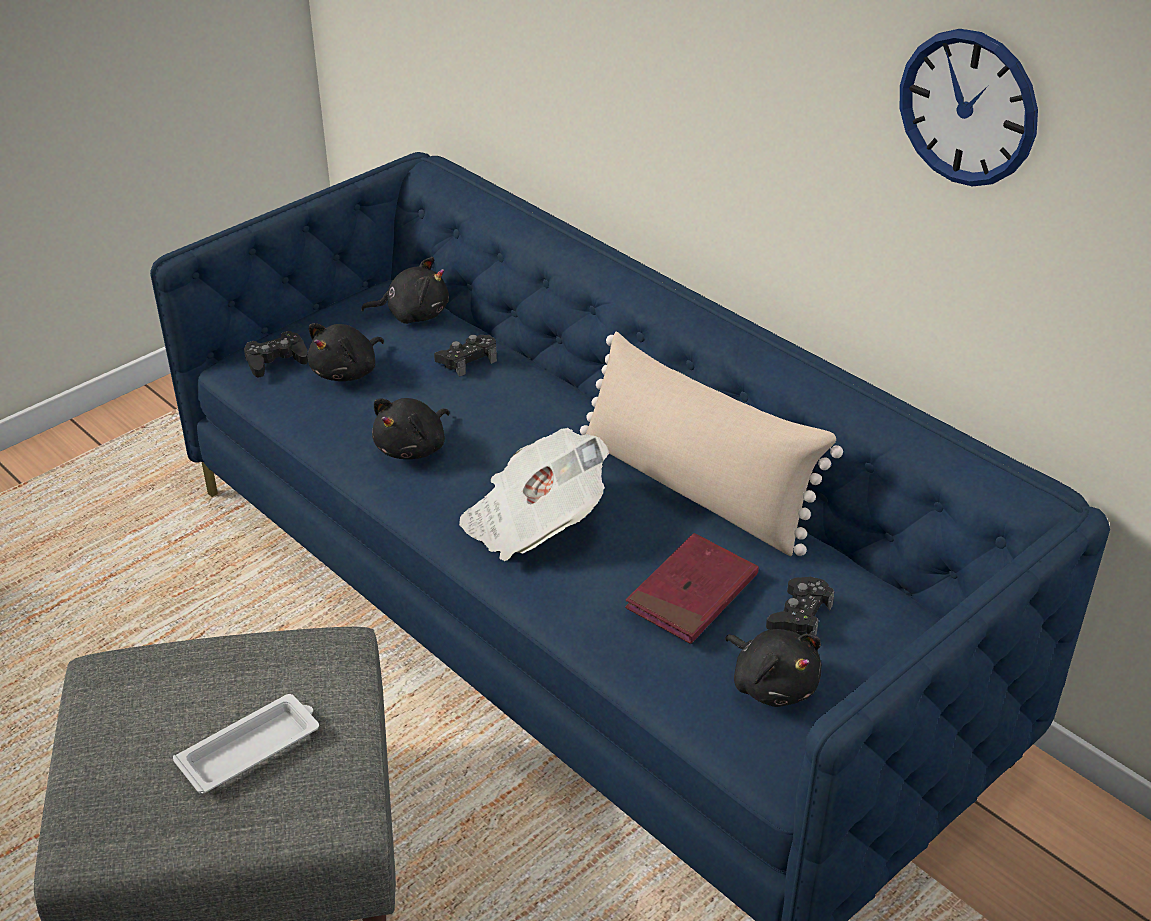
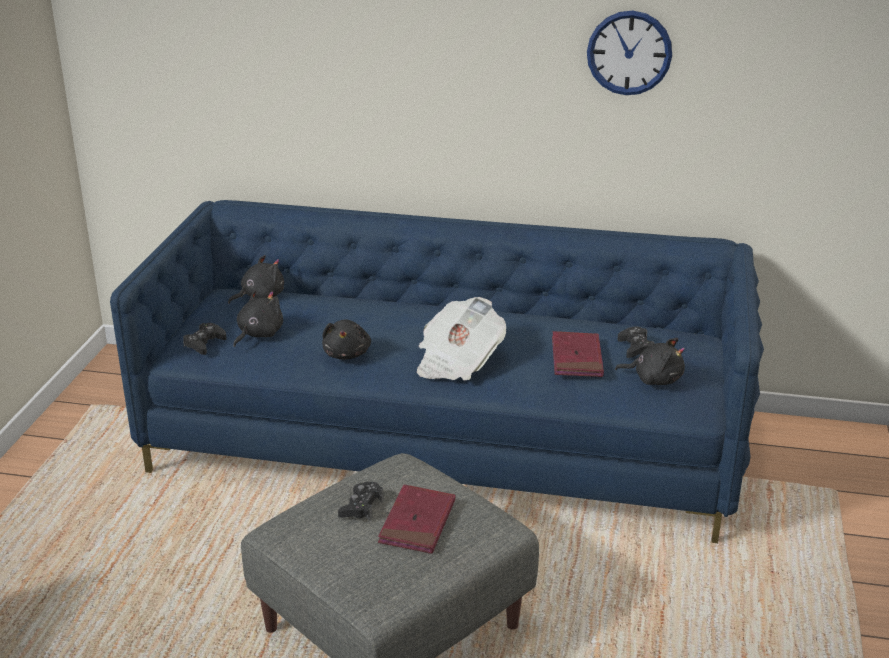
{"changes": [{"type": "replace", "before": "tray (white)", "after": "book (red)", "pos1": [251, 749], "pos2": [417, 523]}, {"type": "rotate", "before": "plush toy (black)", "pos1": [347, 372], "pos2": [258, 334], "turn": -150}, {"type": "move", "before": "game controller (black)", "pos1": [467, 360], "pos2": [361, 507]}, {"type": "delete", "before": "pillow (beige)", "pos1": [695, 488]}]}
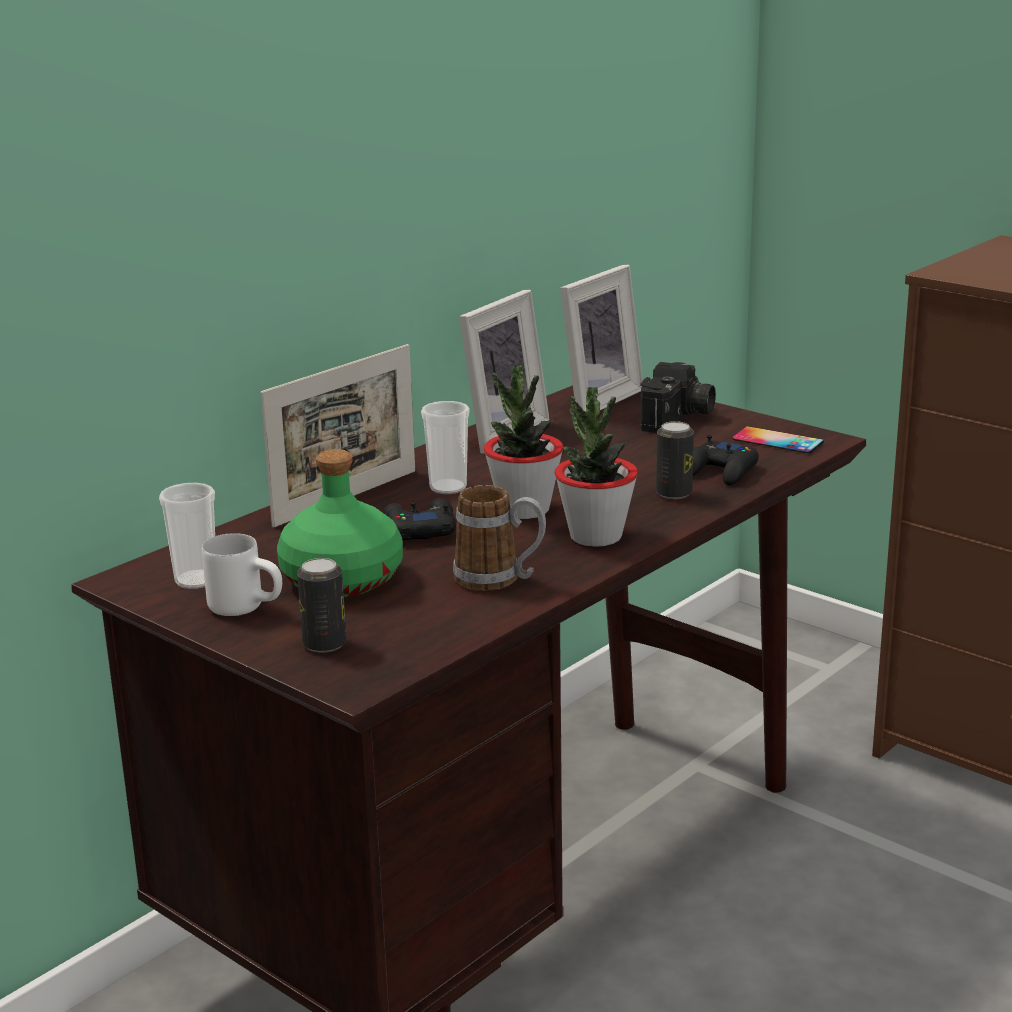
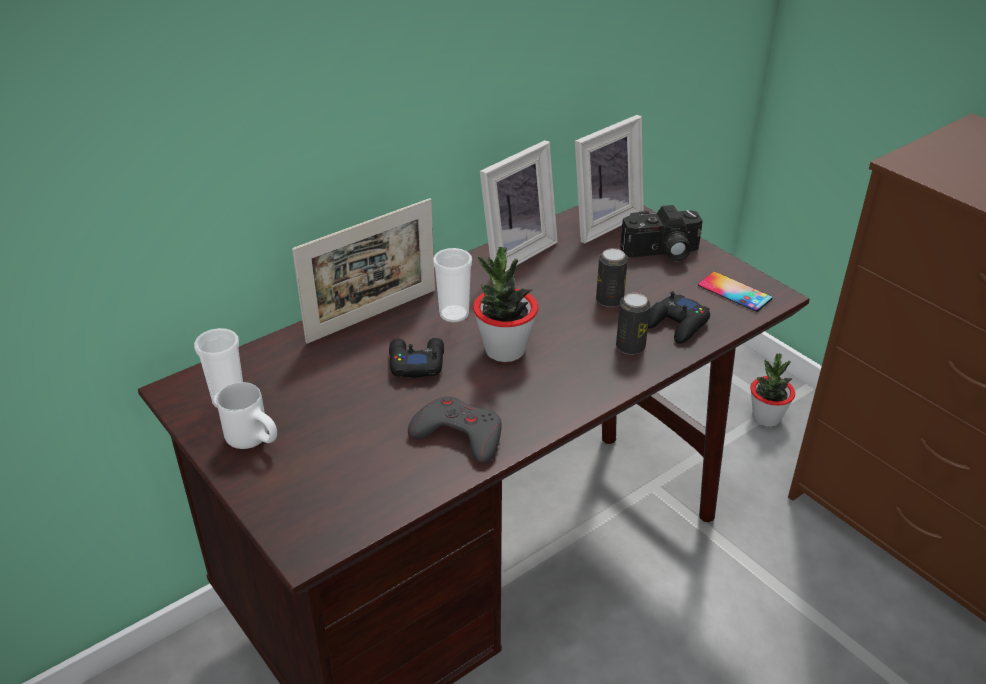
{"changes": [{"type": "delete", "before": "bottle (green)", "pos1": [343, 579]}, {"type": "move", "before": "can", "pos1": [324, 644], "pos2": [609, 300]}, {"type": "replace", "before": "mug", "after": "game controller (grey)", "pos1": [499, 579], "pos2": [459, 435]}, {"type": "move", "before": "potted plant", "pos1": [595, 537], "pos2": [766, 418]}, {"type": "rotate", "before": "photo camera", "pos1": [678, 418], "pos2": [661, 253], "turn": 45}]}
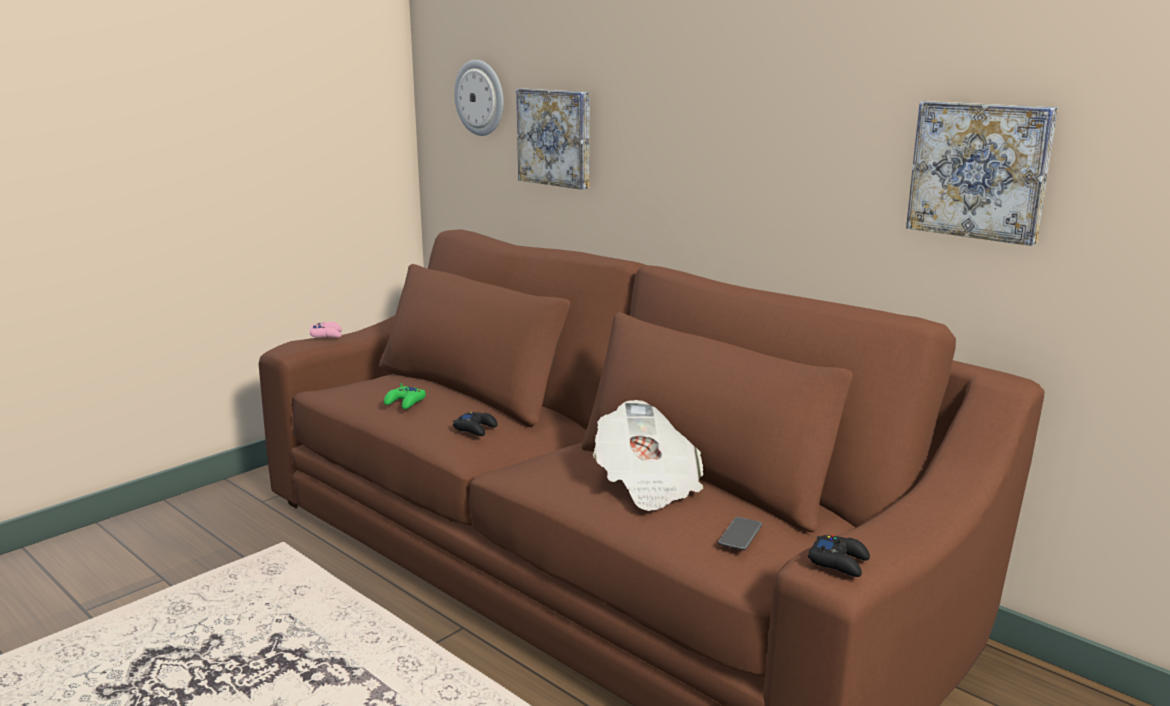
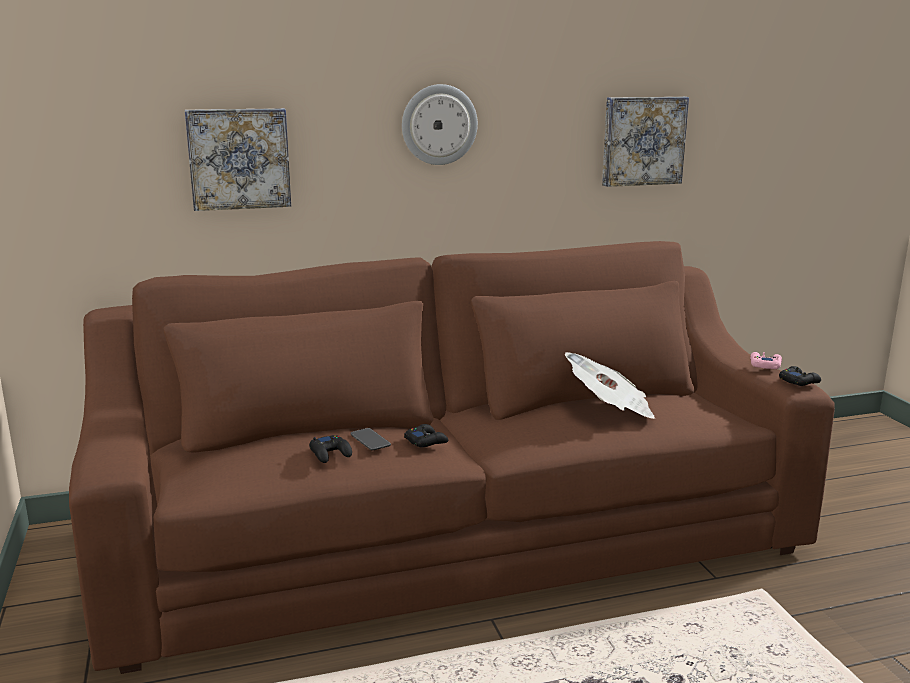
{"changes": [{"type": "move", "before": "game controller (pink)", "pos1": [326, 335], "pos2": [764, 365]}, {"type": "recolor", "before": "game controller (green)", "after": "game controller (black)", "pos1": [405, 402], "pos2": [330, 453]}, {"type": "move", "before": "wall clock", "pos1": [480, 98], "pos2": [439, 125]}, {"type": "move", "before": "phone", "pos1": [740, 535], "pos2": [370, 440]}]}
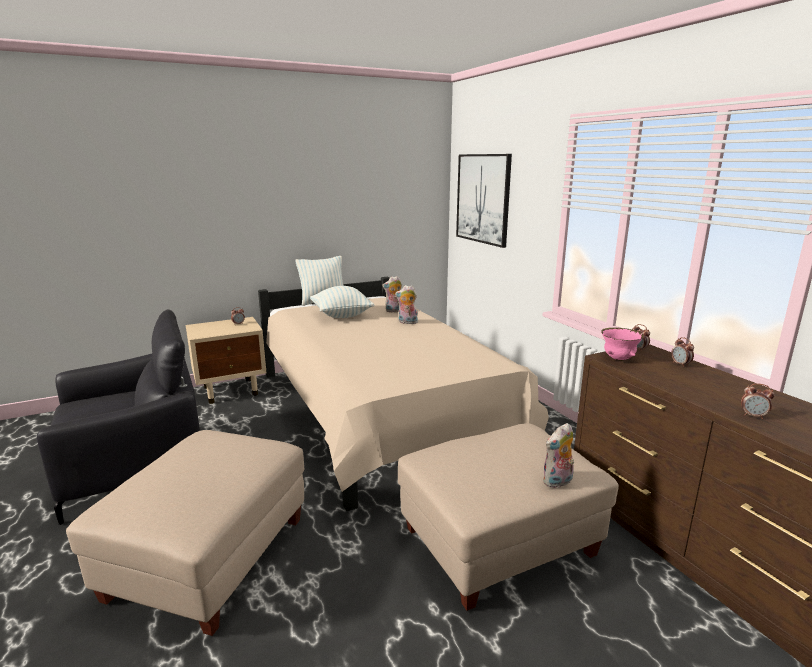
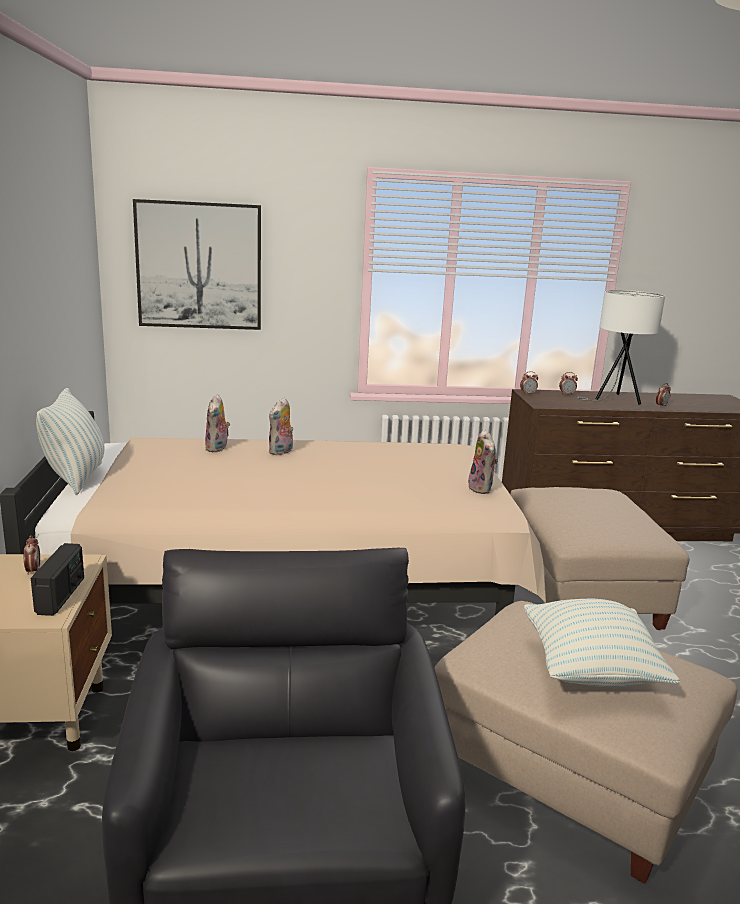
{"changes": [{"type": "move", "before": "pillow", "pos1": [341, 315], "pos2": [590, 671]}, {"type": "move", "before": "plush toy", "pos1": [557, 482], "pos2": [482, 489]}, {"type": "delete", "before": "bowl (pink)", "pos1": [618, 359]}, {"type": "insert", "after": "radio", "pos2": [61, 596]}, {"type": "insert", "after": "table lamp (white)", "pos2": [614, 400]}]}
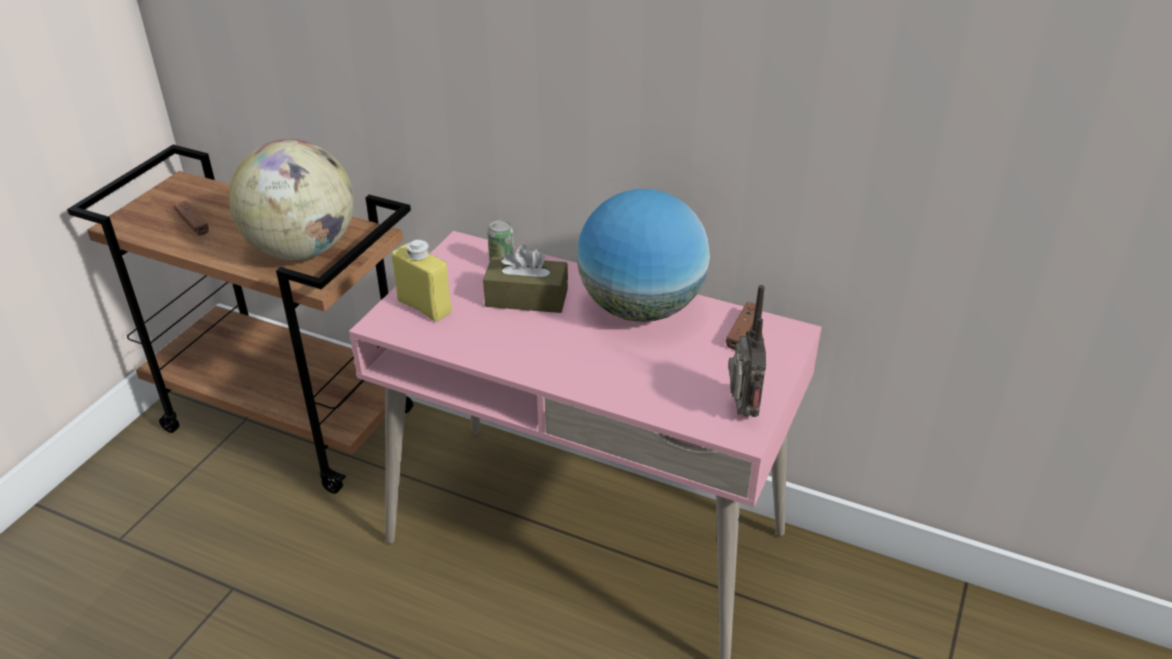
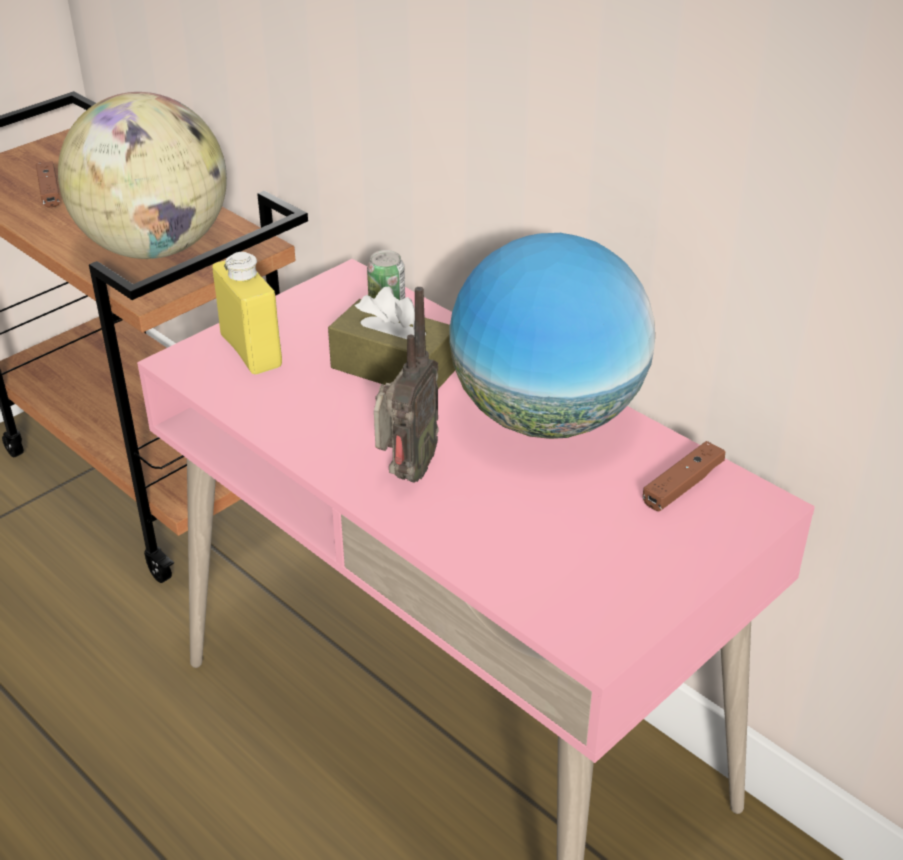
{"changes": [{"type": "move", "before": "radio", "pos1": [741, 412], "pos2": [406, 473]}]}
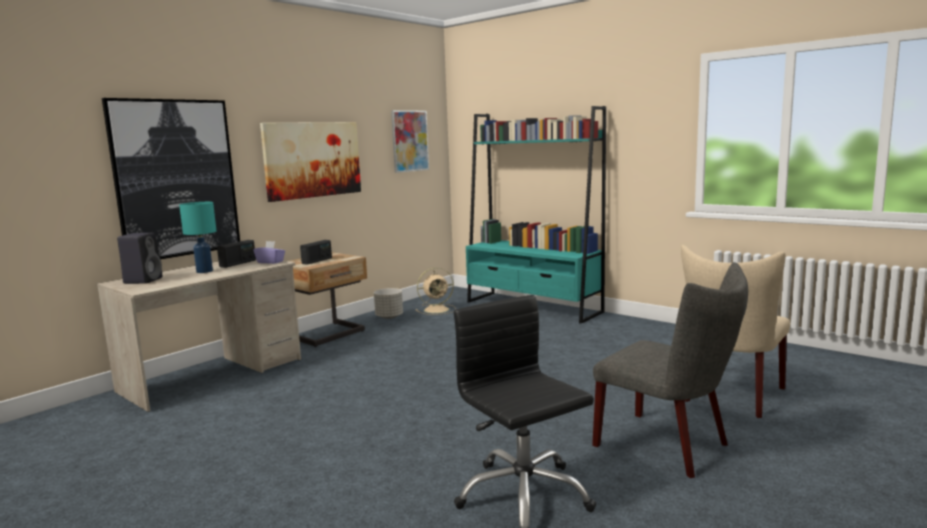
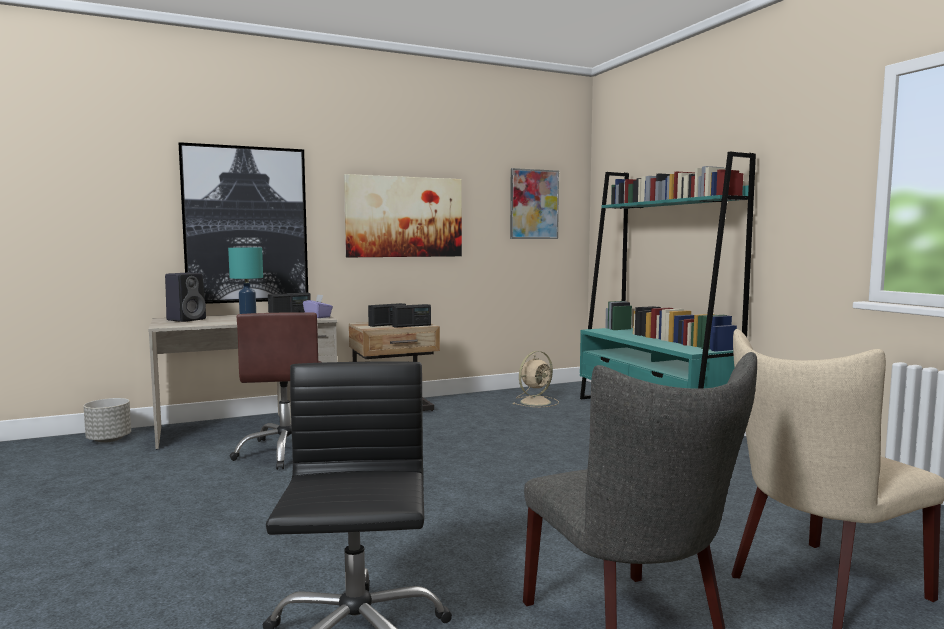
{"changes": [{"type": "move", "before": "planter (grey)", "pos1": [389, 317], "pos2": [109, 439]}, {"type": "rotate", "before": "fan (beige)", "pos1": [437, 309], "pos2": [536, 402], "turn": -45}, {"type": "insert", "after": "office chair (brown)", "pos2": [286, 452]}, {"type": "insert", "after": "radio", "pos2": [411, 326]}]}
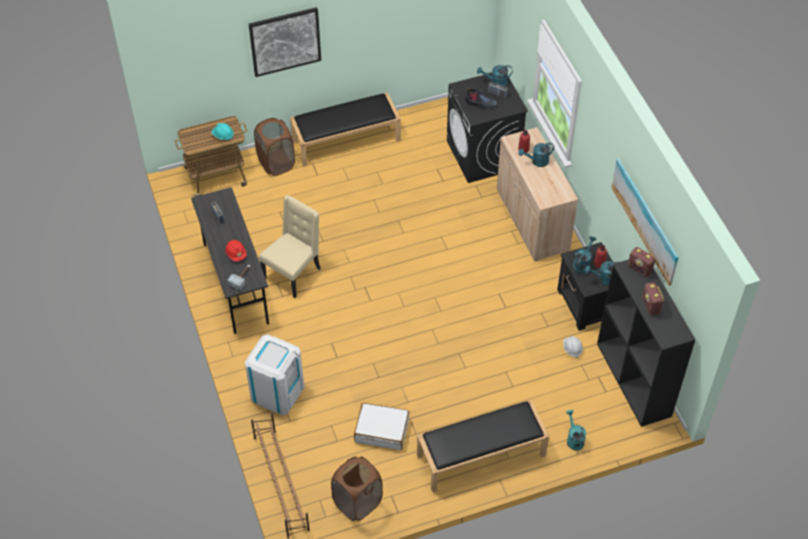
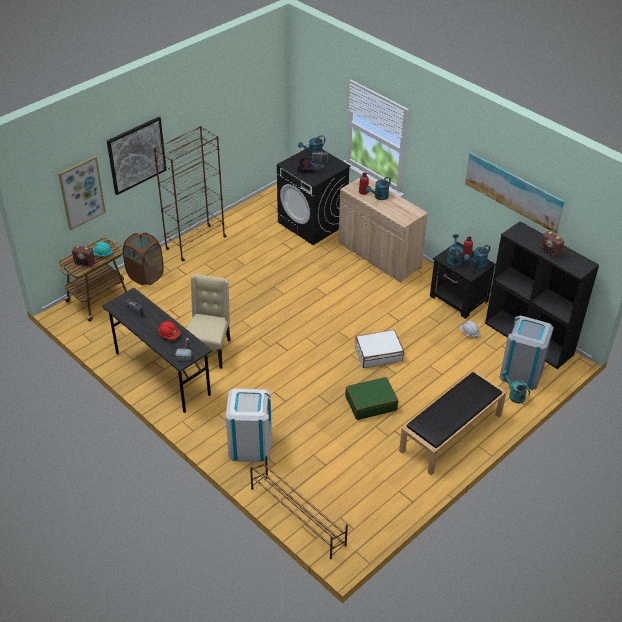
{"changes": [{"type": "replace", "before": "bench (black)", "after": "bookcase (brown)", "pos1": [346, 139], "pos2": [195, 243]}, {"type": "delete", "before": "laundry basket (brown)", "pos1": [357, 502]}, {"type": "move", "before": "suitcase (white)", "pos1": [382, 430], "pos2": [378, 354]}, {"type": "move", "before": "radio", "pos1": [640, 269], "pos2": [85, 263]}, {"type": "insert", "after": "picture", "pos2": [81, 192]}, {"type": "insert", "after": "suitcase (green)", "pos2": [371, 403]}, {"type": "insert", "after": "trash can (grey)", "pos2": [521, 373]}]}
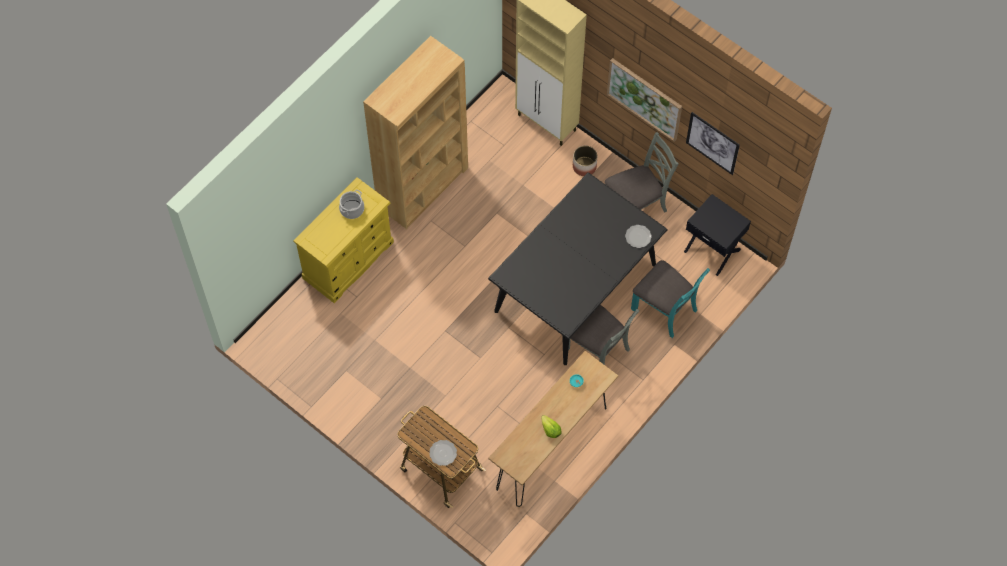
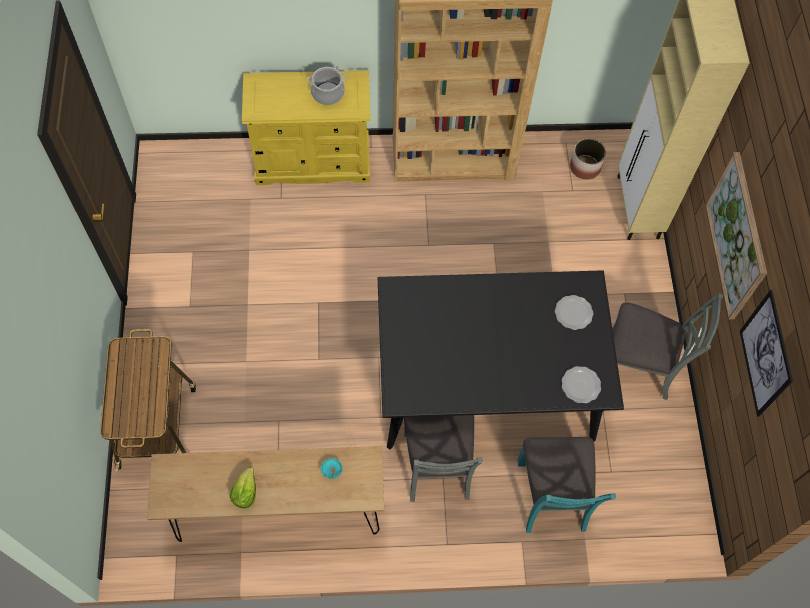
{"changes": [{"type": "move", "before": "plate", "pos1": [443, 453], "pos2": [573, 313]}, {"type": "move", "before": "planter", "pos1": [584, 166], "pos2": [585, 167]}, {"type": "delete", "before": "nightstand (black)", "pos1": [713, 249]}]}
